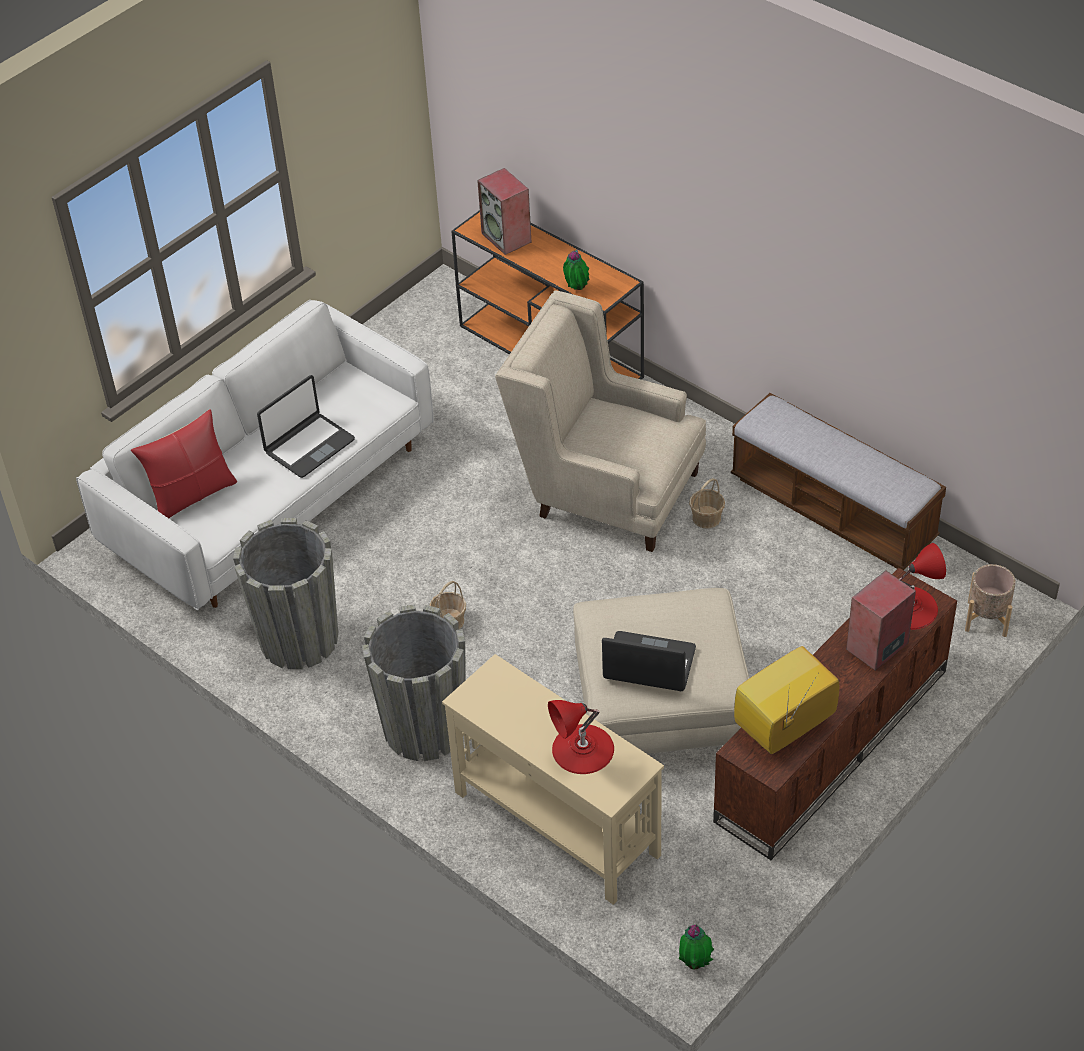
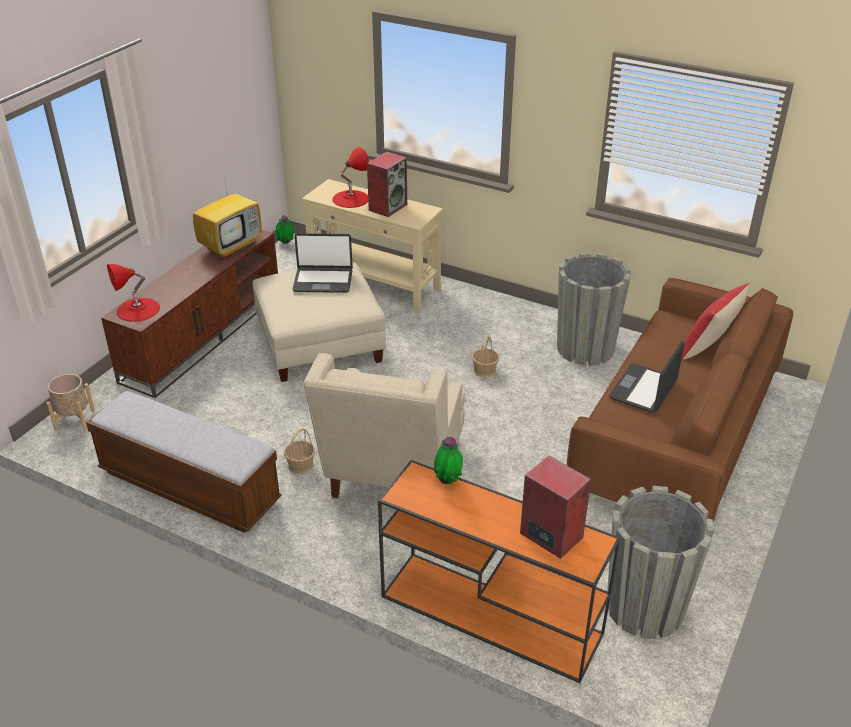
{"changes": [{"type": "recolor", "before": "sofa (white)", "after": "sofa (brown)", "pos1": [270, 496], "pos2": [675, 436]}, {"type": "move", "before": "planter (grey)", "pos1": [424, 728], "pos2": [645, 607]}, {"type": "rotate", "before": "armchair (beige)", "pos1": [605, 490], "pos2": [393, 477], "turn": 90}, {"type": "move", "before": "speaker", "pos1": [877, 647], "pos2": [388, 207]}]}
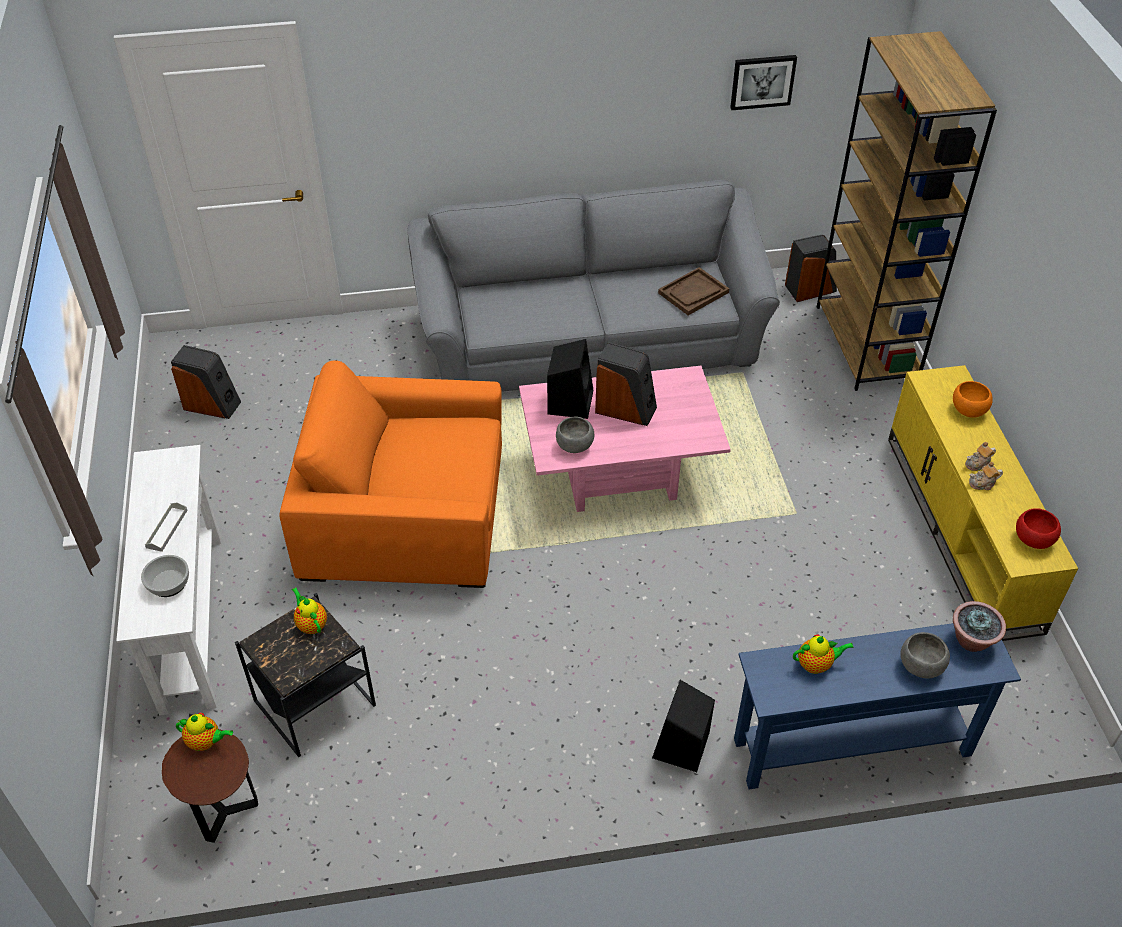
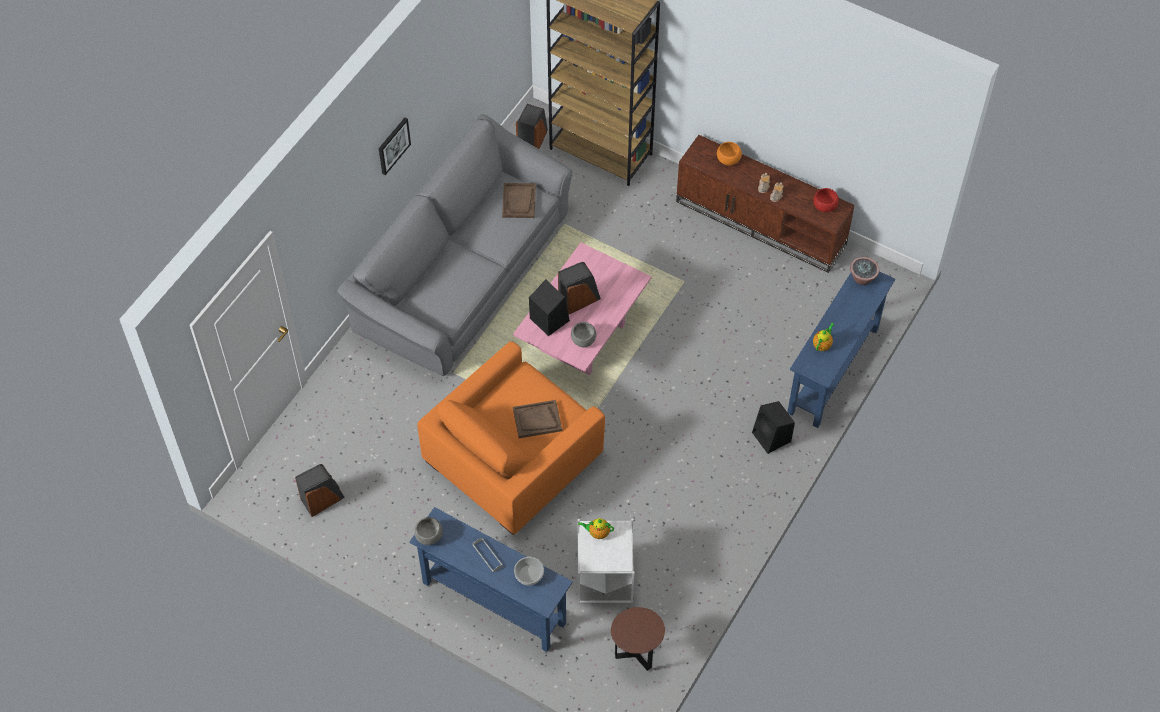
{"changes": [{"type": "recolor", "before": "console table (white)", "after": "console table (blue)", "pos1": [191, 621], "pos2": [493, 603]}, {"type": "delete", "before": "teapot", "pos1": [206, 742]}, {"type": "recolor", "before": "side table (black)", "after": "side table (white)", "pos1": [316, 703], "pos2": [605, 575]}, {"type": "move", "before": "picture", "pos1": [762, 81], "pos2": [393, 145]}, {"type": "recolor", "before": "tv stand (yellow)", "after": "tv stand (brown)", "pos1": [963, 532], "pos2": [762, 223]}, {"type": "move", "before": "bowl (grey)", "pos1": [920, 666], "pos2": [429, 536]}, {"type": "insert", "after": "tray (brown)", "pos2": [537, 420]}]}
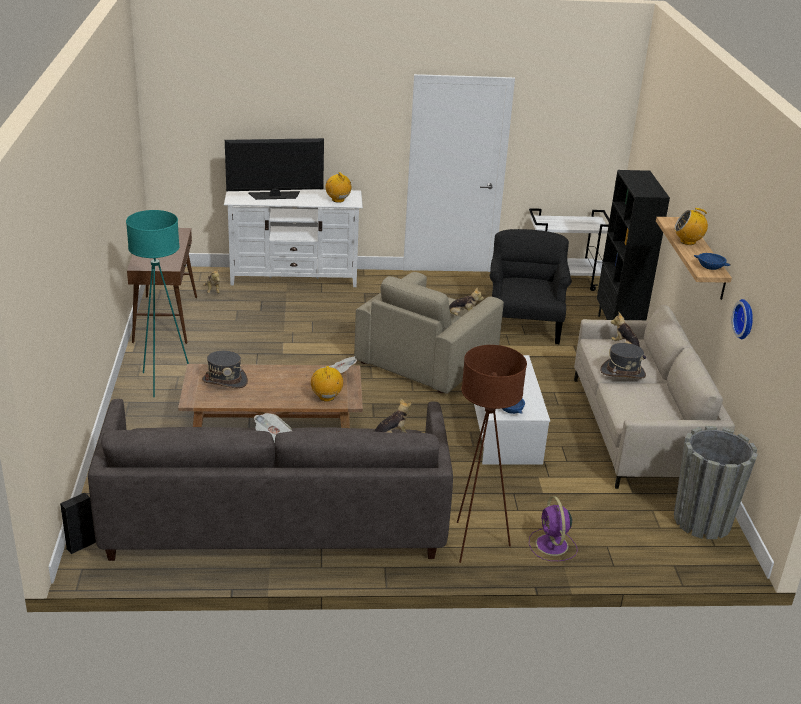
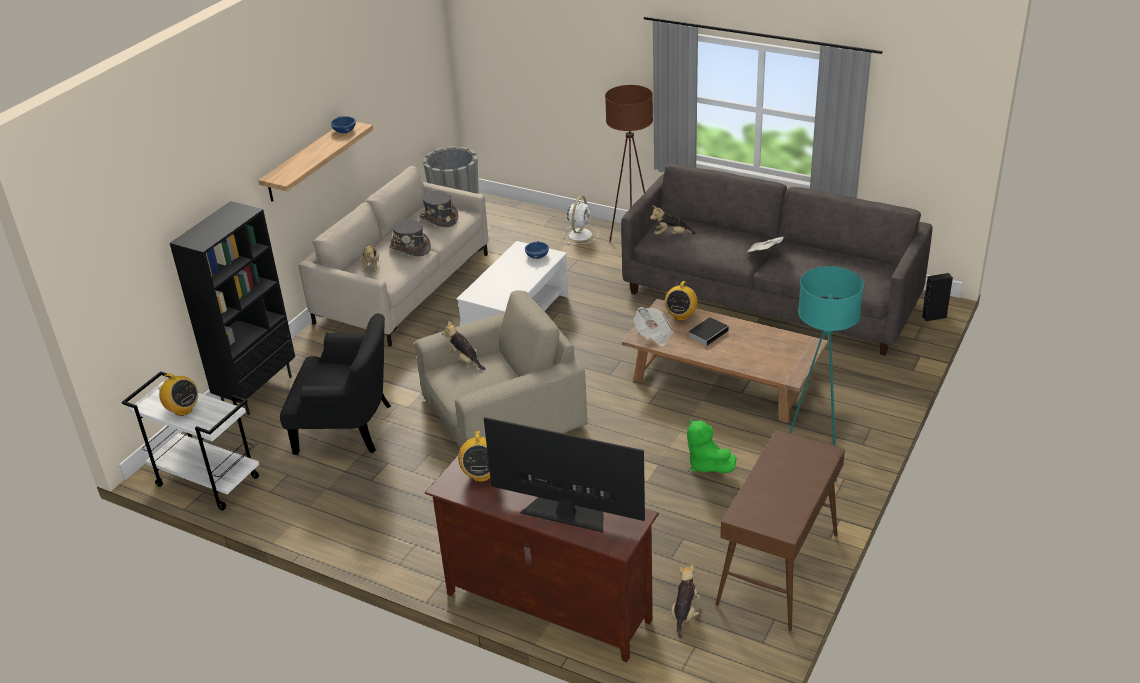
{"changes": [{"type": "move", "before": "hat (grey)", "pos1": [225, 381], "pos2": [439, 219]}, {"type": "recolor", "before": "tv stand (white)", "after": "tv stand (brown)", "pos1": [294, 277], "pos2": [547, 607]}, {"type": "rotate", "before": "armchair (black)", "pos1": [523, 324], "pos2": [347, 427], "turn": -120}, {"type": "recolor", "before": "fan (purple)", "after": "fan (white)", "pos1": [552, 546], "pos2": [580, 234]}, {"type": "move", "before": "radio", "pos1": [688, 241], "pos2": [183, 410]}, {"type": "delete", "before": "wall clock", "pos1": [745, 319]}, {"type": "insert", "after": "plush toy (green)", "pos2": [706, 465]}, {"type": "insert", "after": "book", "pos2": [708, 333]}]}
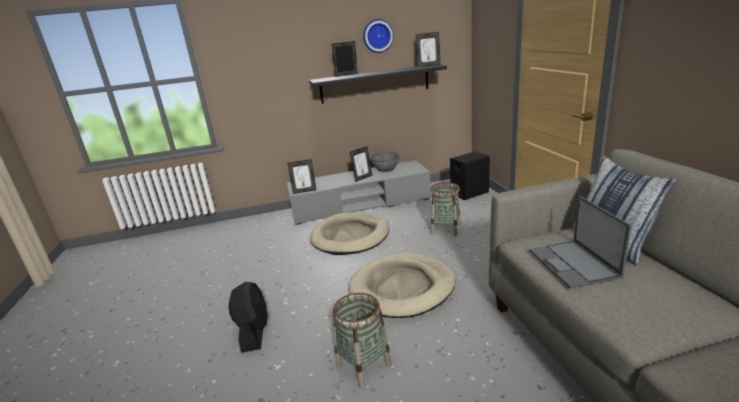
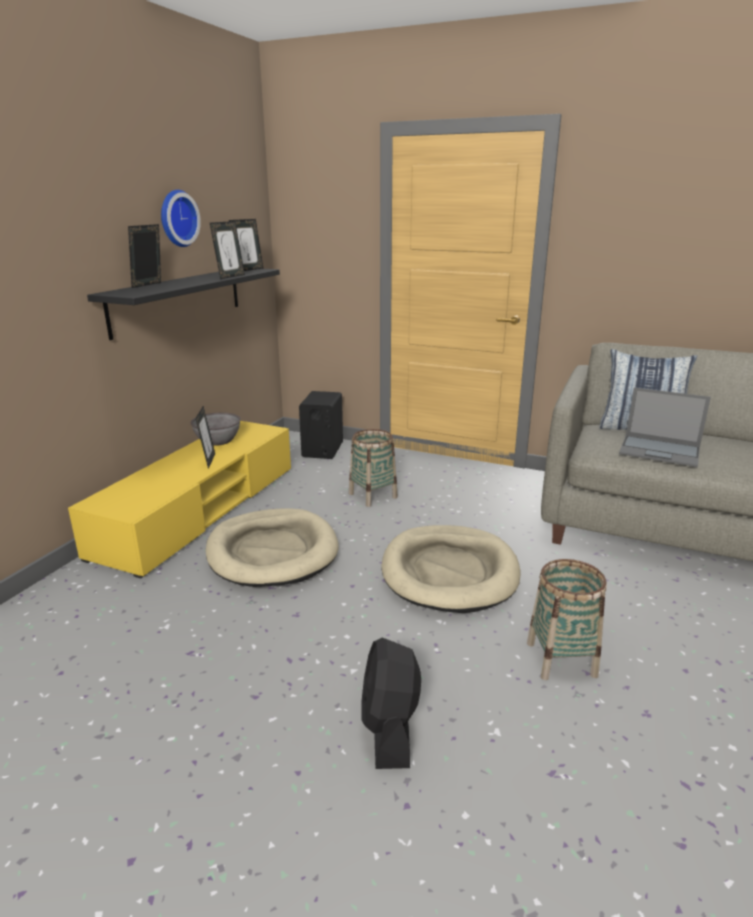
{"changes": [{"type": "rotate", "before": "fan (black)", "pos1": [254, 332], "pos2": [389, 728], "turn": -120}, {"type": "recolor", "before": "tv stand (grey)", "after": "tv stand (yellow)", "pos1": [360, 204], "pos2": [200, 510]}, {"type": "move", "before": "picture frame", "pos1": [304, 191], "pos2": [230, 276]}]}
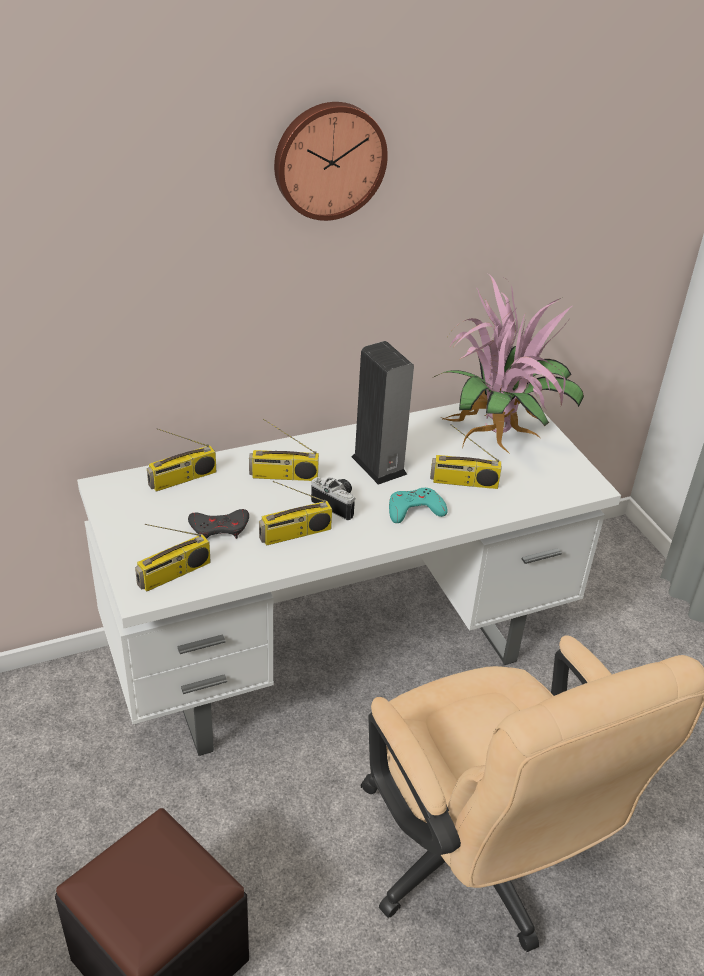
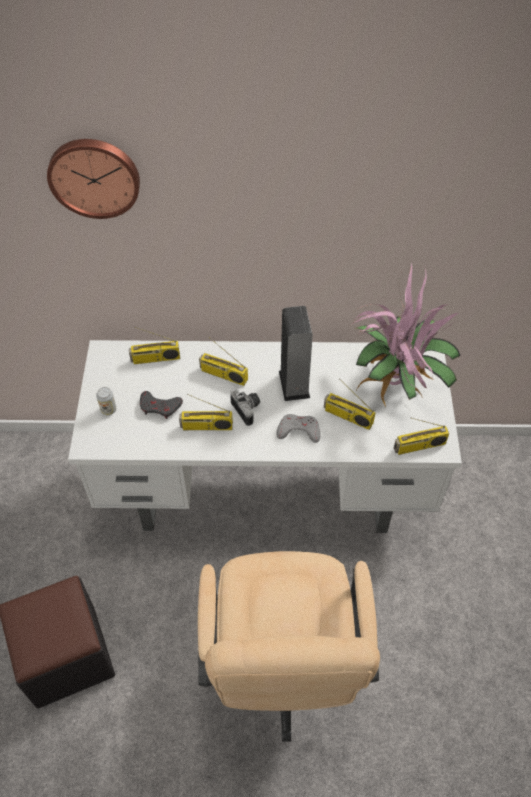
{"changes": [{"type": "move", "before": "radio", "pos1": [174, 574], "pos2": [419, 446]}, {"type": "move", "before": "wall clock", "pos1": [328, 160], "pos2": [94, 176]}, {"type": "recolor", "before": "game controller (turquoise)", "after": "game controller (grey)", "pos1": [414, 510], "pos2": [298, 430]}, {"type": "insert", "after": "can", "pos2": [108, 409]}]}
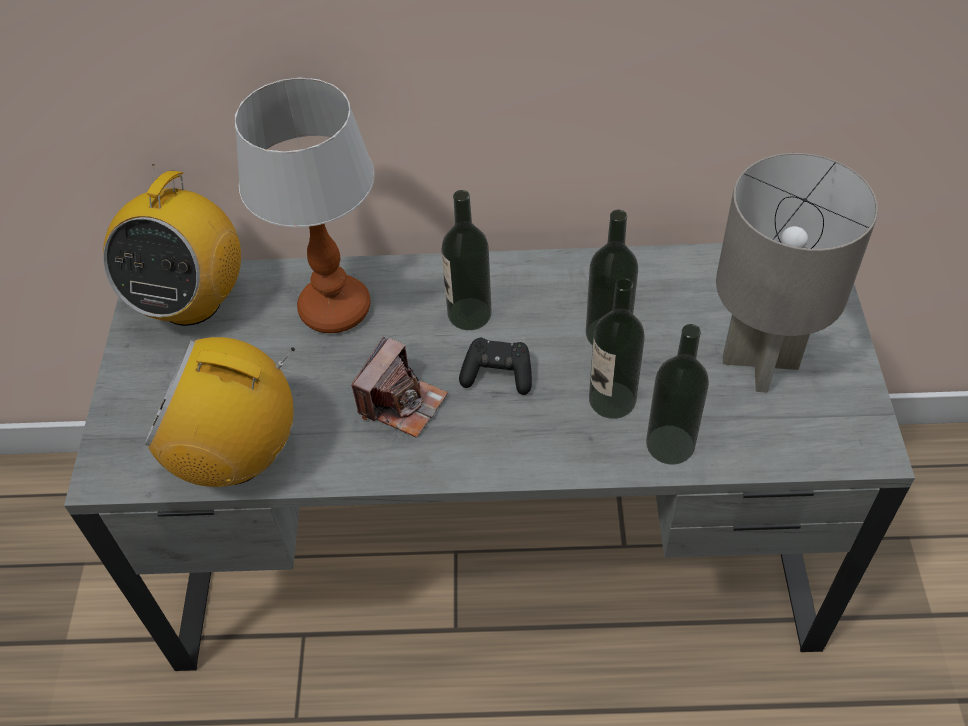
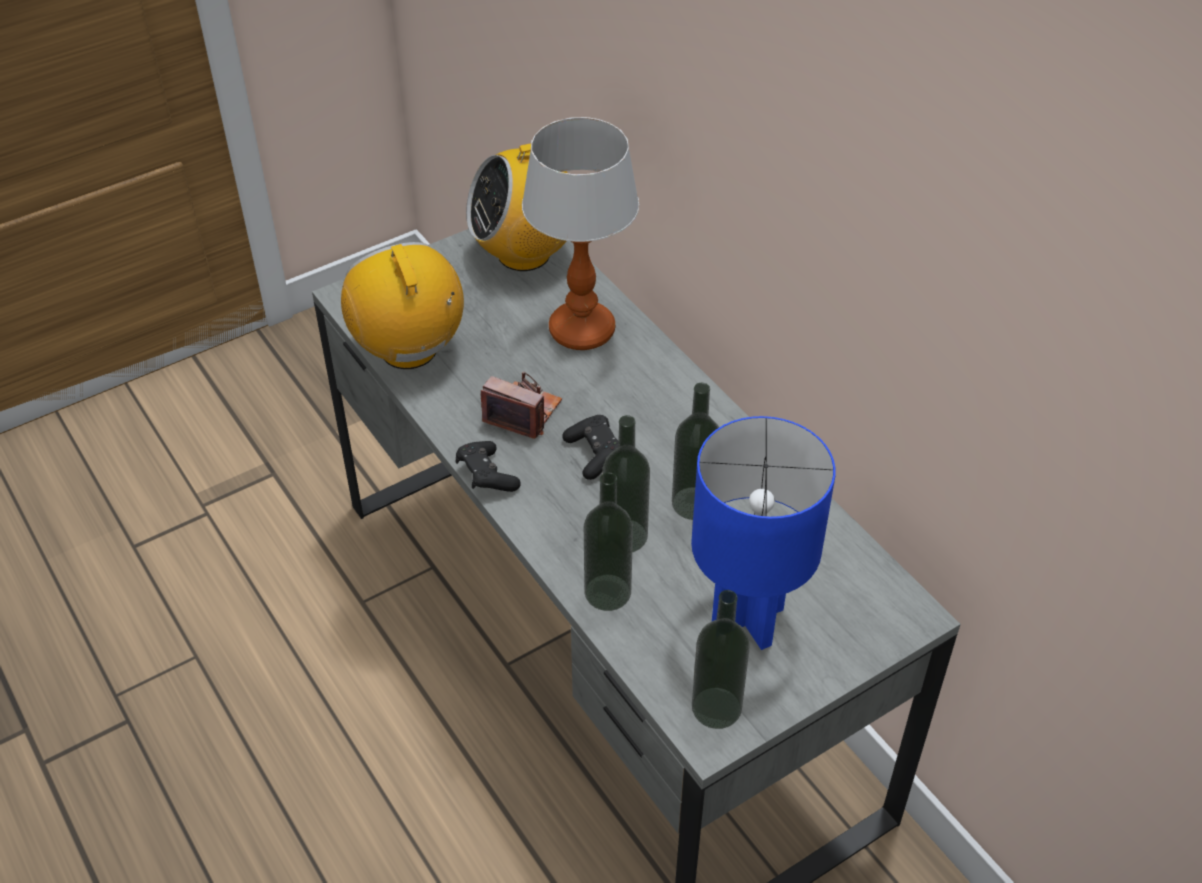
{"changes": [{"type": "rotate", "before": "photo camera", "pos1": [402, 403], "pos2": [523, 413], "turn": -150}, {"type": "move", "before": "bottle", "pos1": [469, 314], "pos2": [716, 707]}, {"type": "recolor", "before": "table lamp (grey)", "after": "table lamp (blue)", "pos1": [761, 361], "pos2": [748, 620]}, {"type": "insert", "after": "game controller (black)", "pos2": [486, 476]}]}
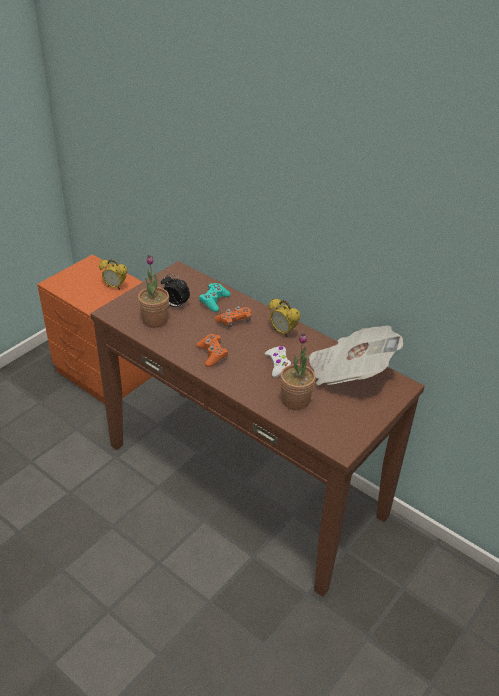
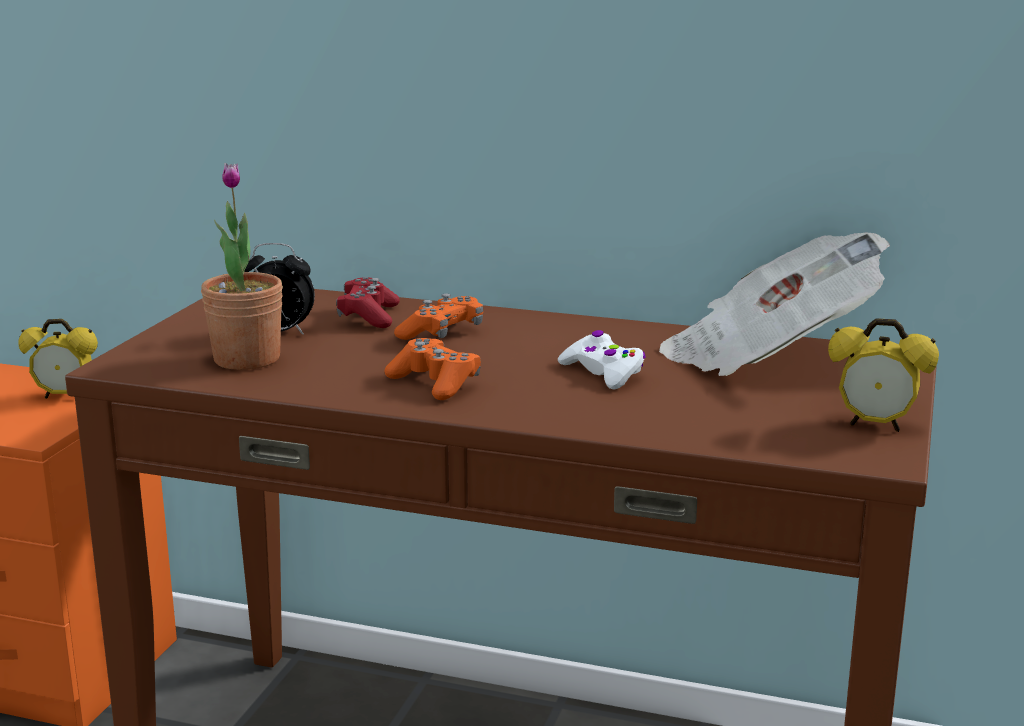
{"changes": [{"type": "recolor", "before": "game controller (turquoise)", "after": "game controller (red)", "pos1": [214, 301], "pos2": [368, 316]}, {"type": "move", "before": "alarm clock", "pos1": [282, 332], "pos2": [875, 425]}, {"type": "delete", "before": "potted plant", "pos1": [295, 400]}]}
